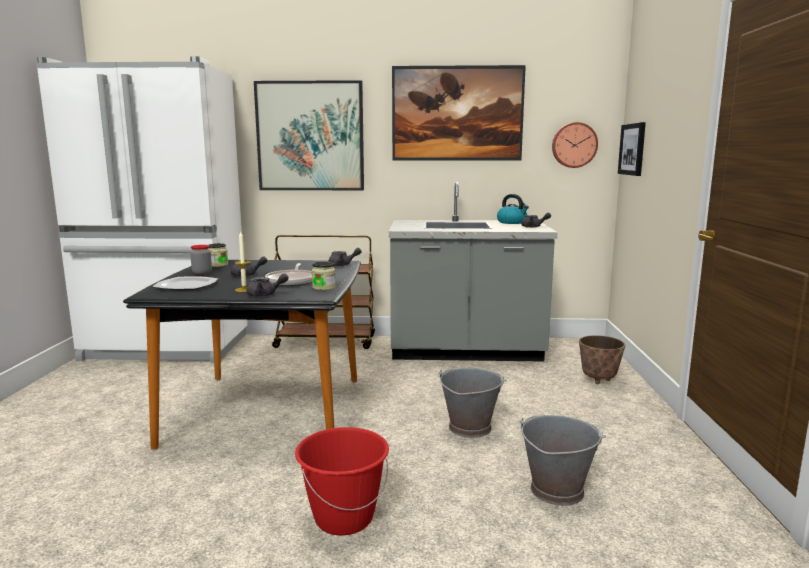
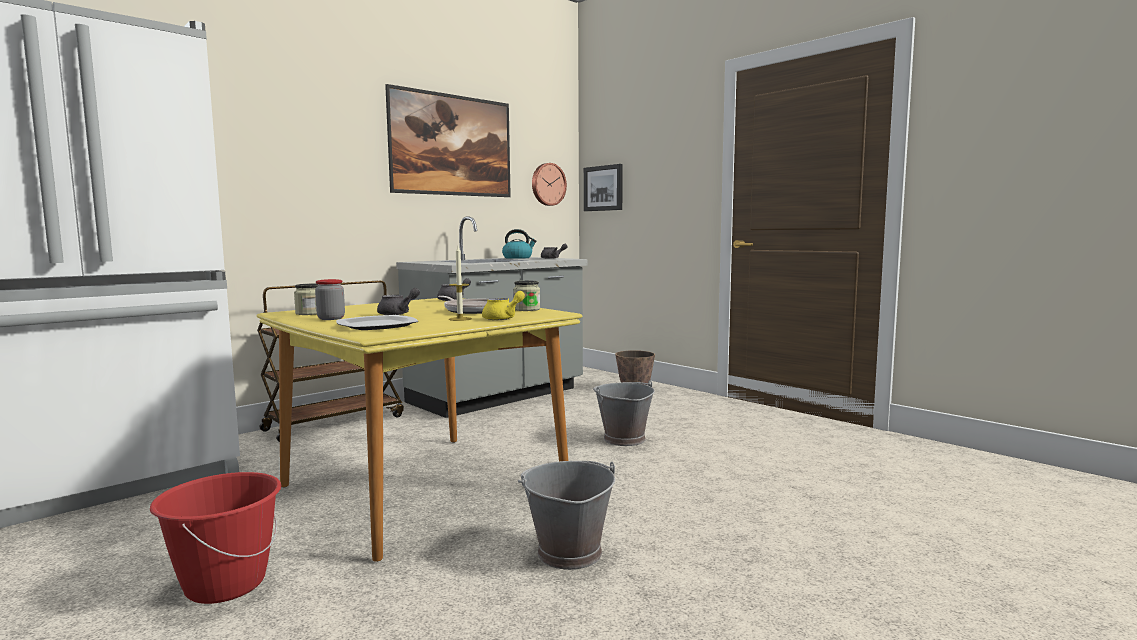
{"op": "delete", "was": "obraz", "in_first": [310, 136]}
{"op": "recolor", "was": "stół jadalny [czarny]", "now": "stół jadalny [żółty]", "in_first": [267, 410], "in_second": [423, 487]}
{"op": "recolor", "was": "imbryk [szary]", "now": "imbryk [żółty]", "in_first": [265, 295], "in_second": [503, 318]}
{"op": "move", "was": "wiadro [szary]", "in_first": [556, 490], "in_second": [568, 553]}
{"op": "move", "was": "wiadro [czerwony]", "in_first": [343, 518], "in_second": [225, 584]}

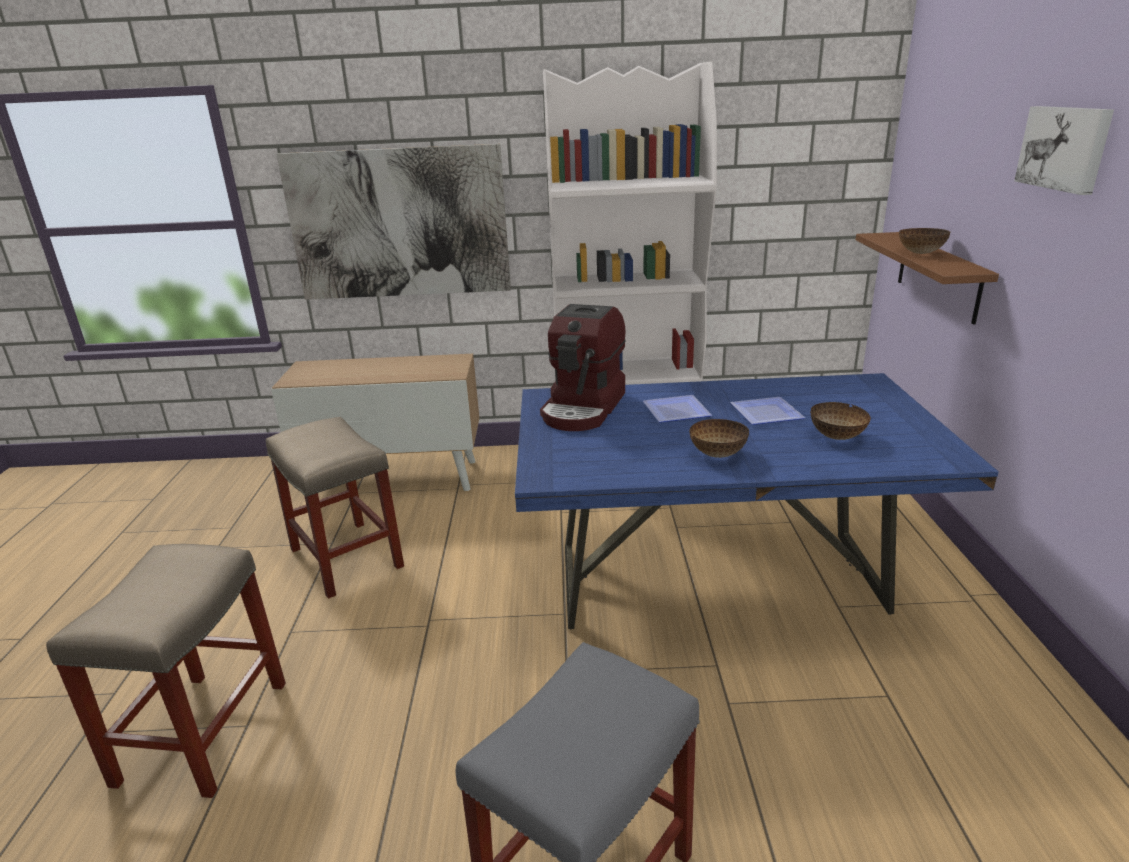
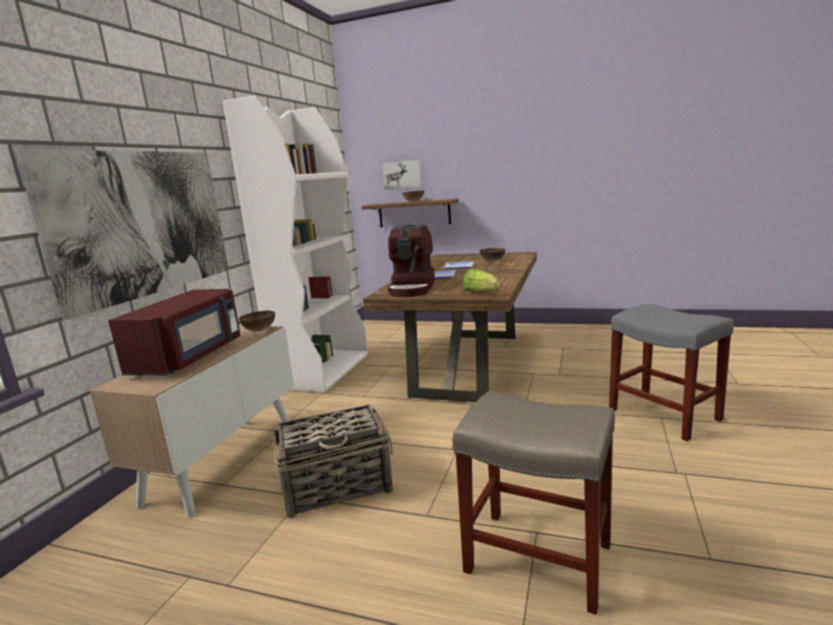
{"op": "move", "was": "obraz", "in_first": [1065, 148], "in_second": [402, 175]}
{"op": "rotate", "was": "ekspres do kawy", "in_first": [584, 408], "in_second": [413, 288], "clockwise": 60}
{"op": "recolor", "was": "stół jadalny [niebieski]", "now": "stół jadalny [brązowy]", "in_first": [718, 579], "in_second": [468, 364]}
{"op": "replace", "was": "stołek [beżowy]", "now": "koszyk", "in_first": [347, 558], "in_second": [338, 487]}
{"op": "move", "was": "miska", "in_first": [717, 454], "in_second": [259, 330]}
{"op": "insert", "now": "sałata", "in_second": [480, 292]}
{"op": "insert", "now": "mikrofalówka [czerwony]", "in_second": [190, 357]}

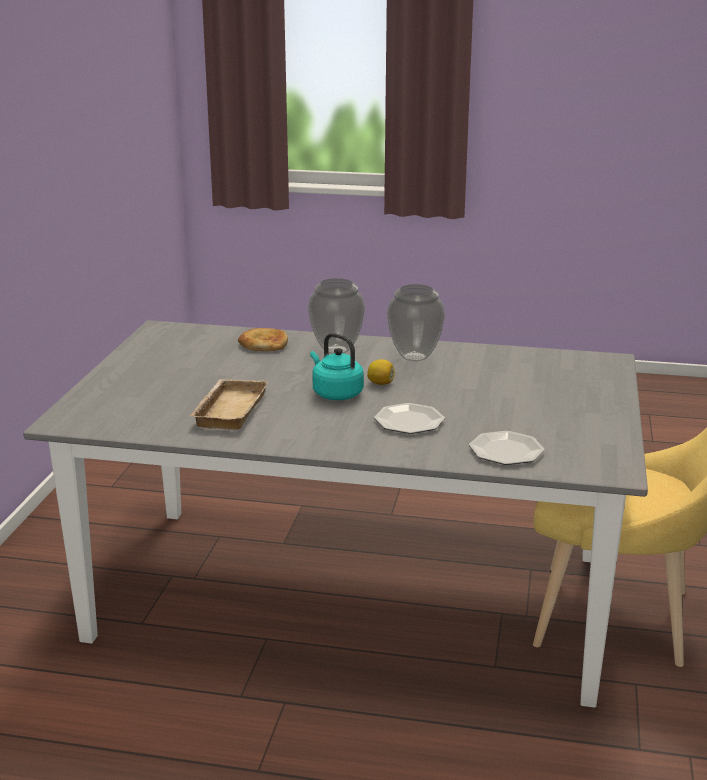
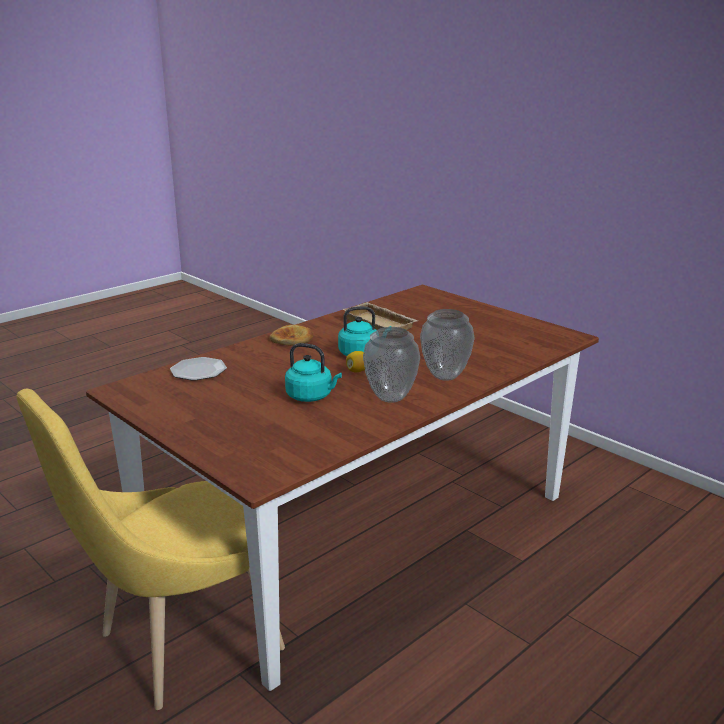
{"op": "recolor", "was": "stół jadalny [szary]", "now": "stół jadalny [brązowy]", "in_first": [352, 597], "in_second": [361, 530]}
{"op": "move", "was": "chleb", "in_first": [263, 344], "in_second": [292, 339]}
{"op": "delete", "was": "talerz", "in_first": [409, 421]}
{"op": "insert", "now": "czajnik [turkusowy]", "in_second": [311, 396]}

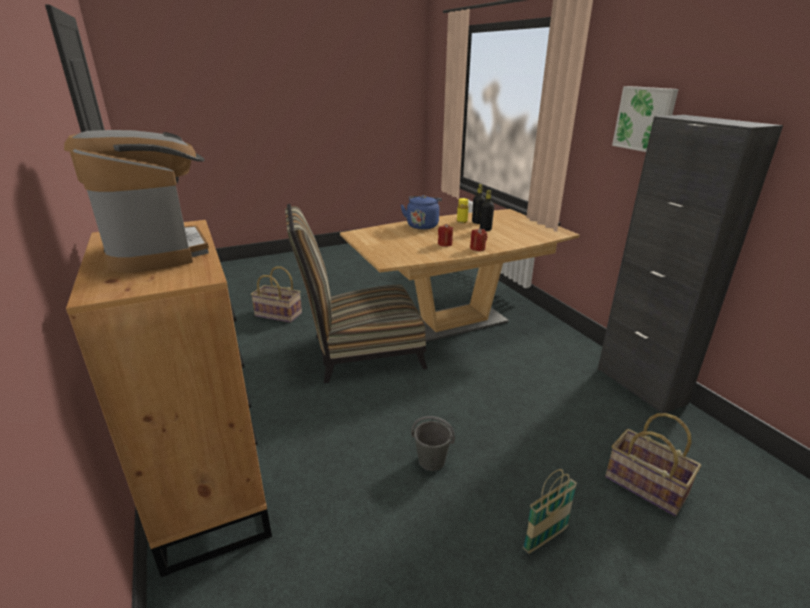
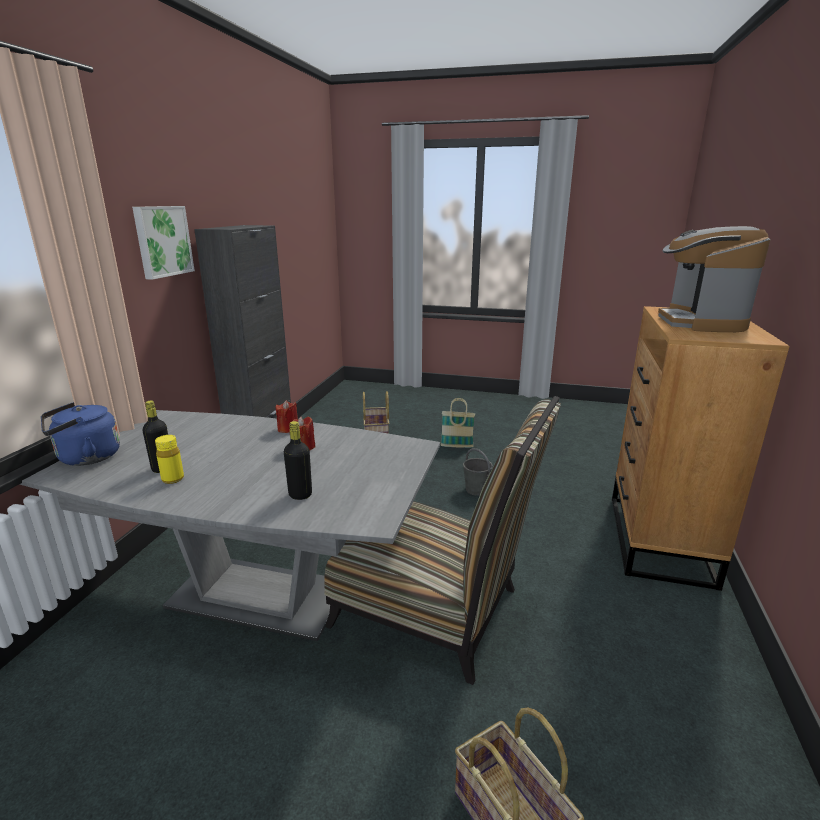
{"op": "move", "was": "butelka [czarny]", "in_first": [485, 229], "in_second": [300, 495]}
{"op": "move", "was": "czajnik [niebieski]", "in_first": [422, 225], "in_second": [85, 458]}
{"op": "recolor", "was": "stół jadalny [brązowy]", "now": "stół jadalny [szary]", "in_first": [454, 321], "in_second": [259, 596]}

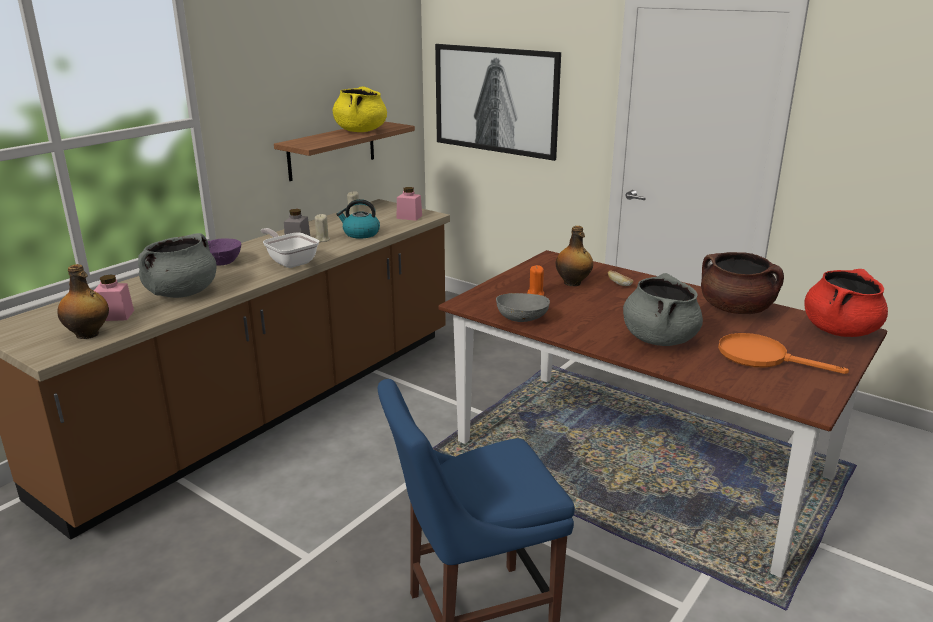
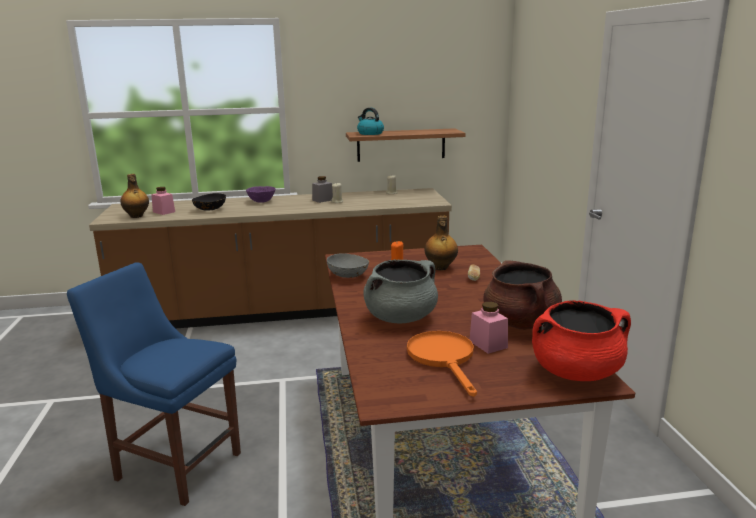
{"op": "delete", "was": "obraz", "in_first": [495, 100]}
{"op": "delete", "was": "garnek [żółty]", "in_first": [360, 131]}
{"op": "move", "was": "słoik [różowy]", "in_first": [409, 217], "in_second": [488, 344]}
{"op": "move", "was": "czajnik", "in_first": [360, 234], "in_second": [370, 133]}
{"op": "delete", "was": "patelnia", "in_first": [290, 261]}
{"op": "replace", "was": "garnek [szary]", "now": "miska [czarny]", "in_first": [181, 293], "in_second": [210, 210]}

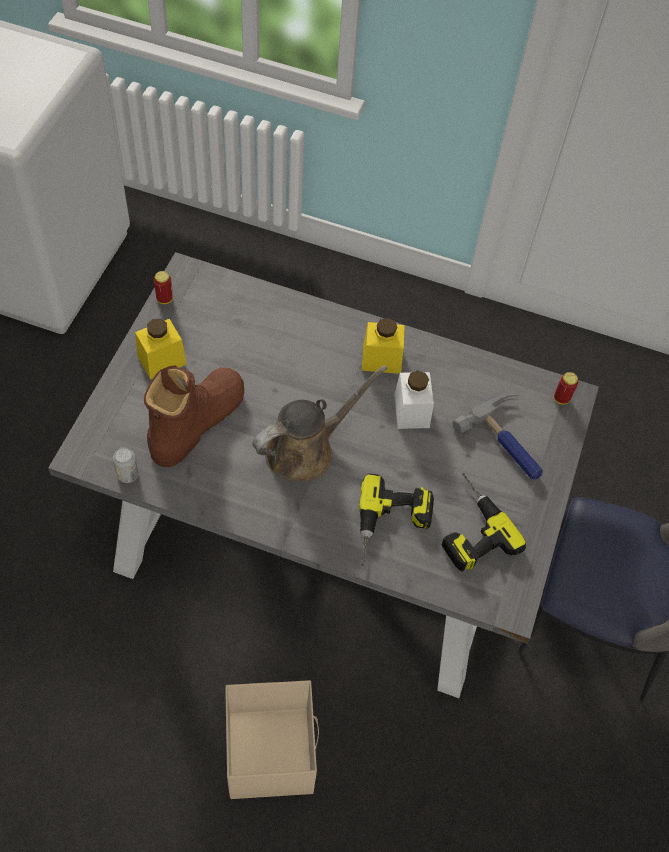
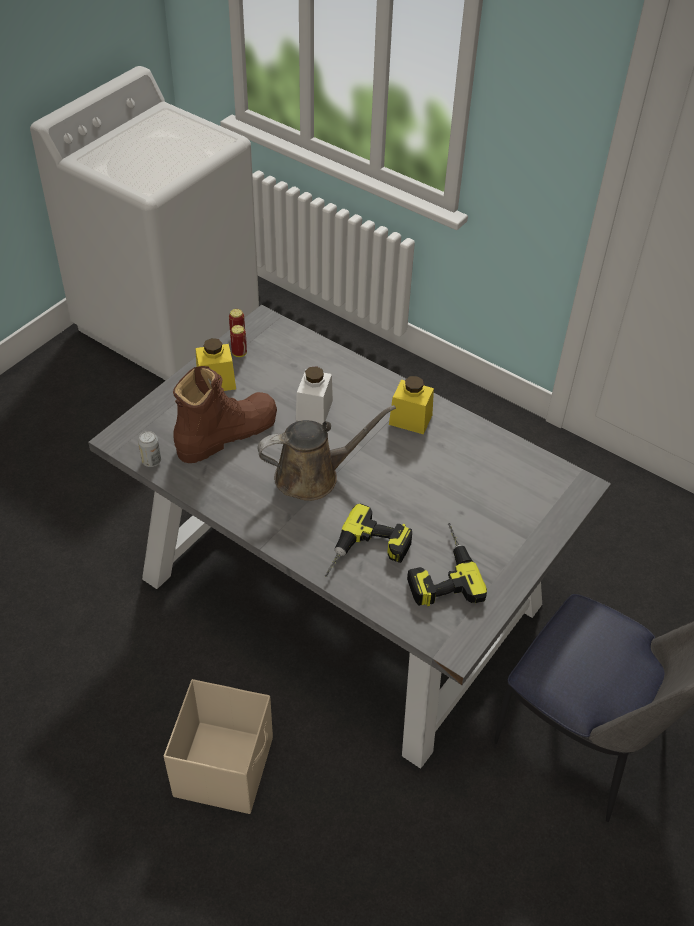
{"op": "move", "was": "słoik [biały]", "in_first": [411, 411], "in_second": [314, 410]}
{"op": "move", "was": "puszka", "in_first": [561, 398], "in_second": [239, 353]}
{"op": "delete", "was": "młotek", "in_first": [509, 443]}

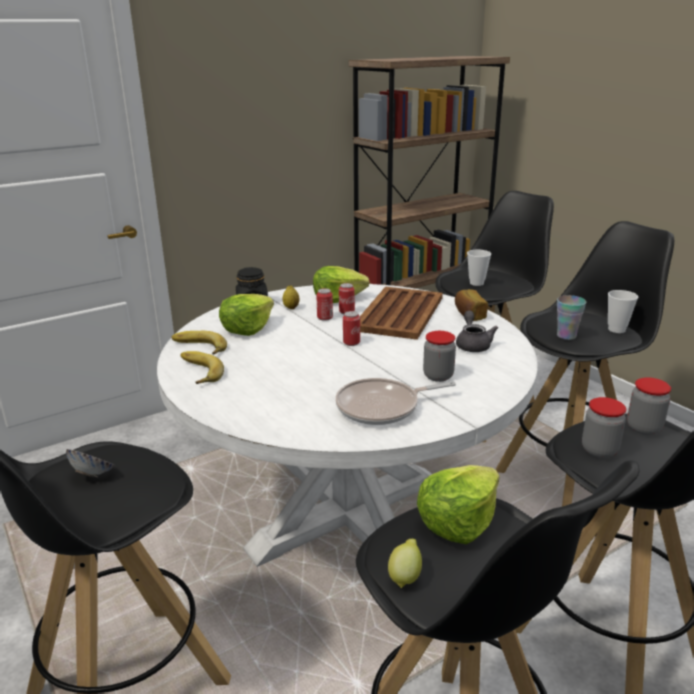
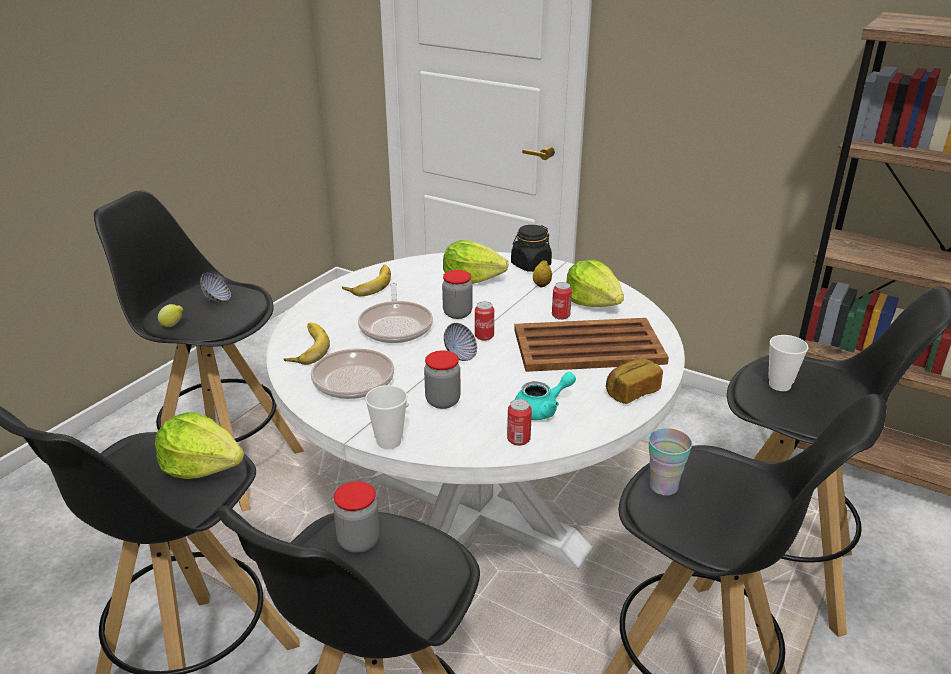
{"op": "move", "was": "puszka", "in_first": [325, 318], "in_second": [518, 439]}
{"op": "move", "was": "filiżanka", "in_first": [616, 329], "in_second": [389, 442]}
{"op": "recolor", "was": "imbryk [szary]", "now": "imbryk [turkusowy]", "in_first": [473, 344], "in_second": [542, 409]}
{"op": "move", "was": "banan", "in_first": [198, 348], "in_second": [305, 348]}
{"op": "move", "was": "słoik", "in_first": [644, 428], "in_second": [457, 313]}
{"op": "move", "was": "cytryna", "in_first": [405, 576], "in_second": [173, 325]}
{"op": "insert", "now": "patelnia", "in_second": [396, 325]}
{"op": "insert", "now": "miska", "in_second": [460, 355]}

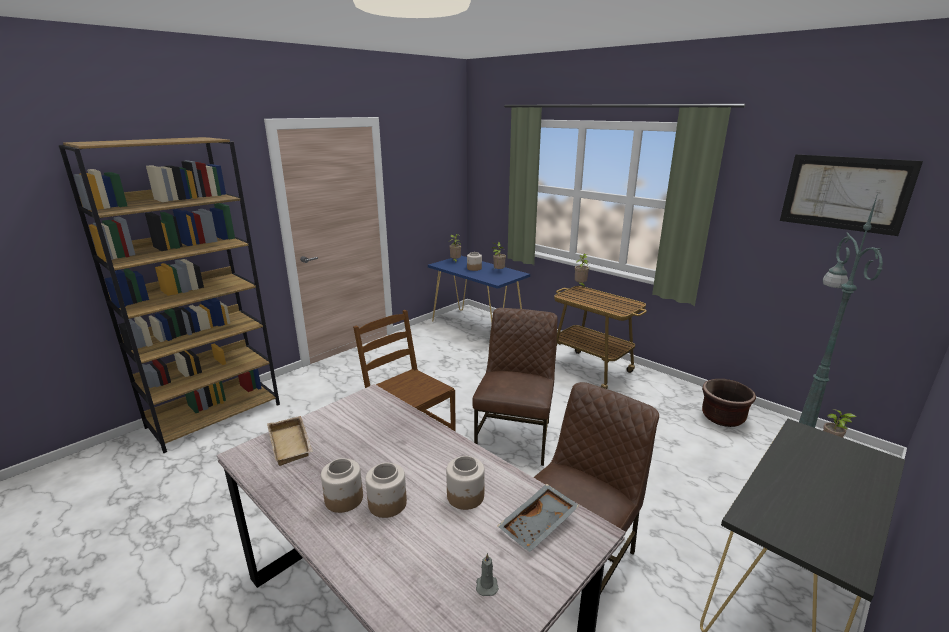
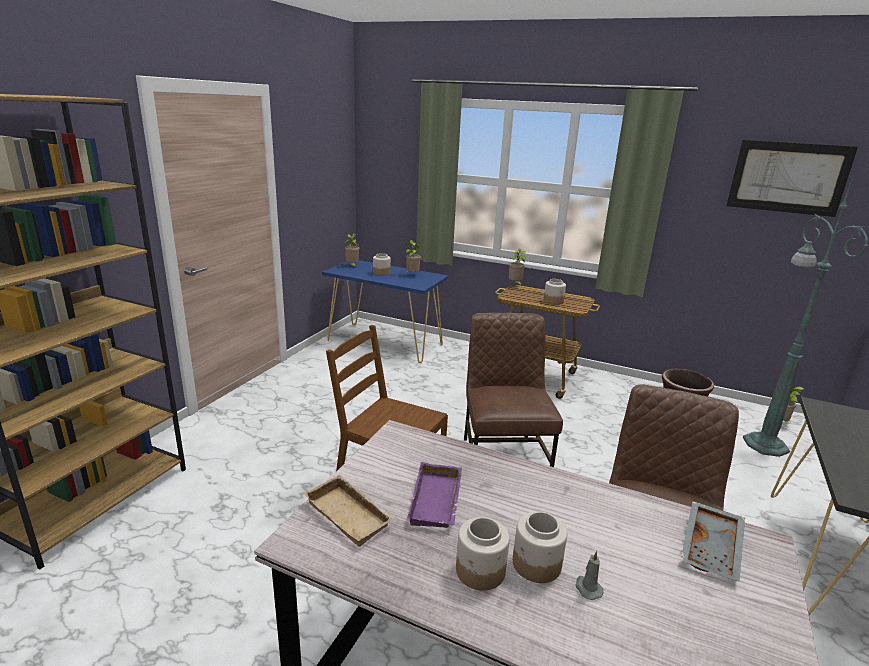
{"op": "move", "was": "słoik", "in_first": [466, 496], "in_second": [553, 301]}
{"op": "move", "was": "świeca [szary]", "in_first": [486, 585], "in_second": [587, 588]}
{"op": "insert", "now": "taca [fioletowy]", "in_second": [438, 501]}

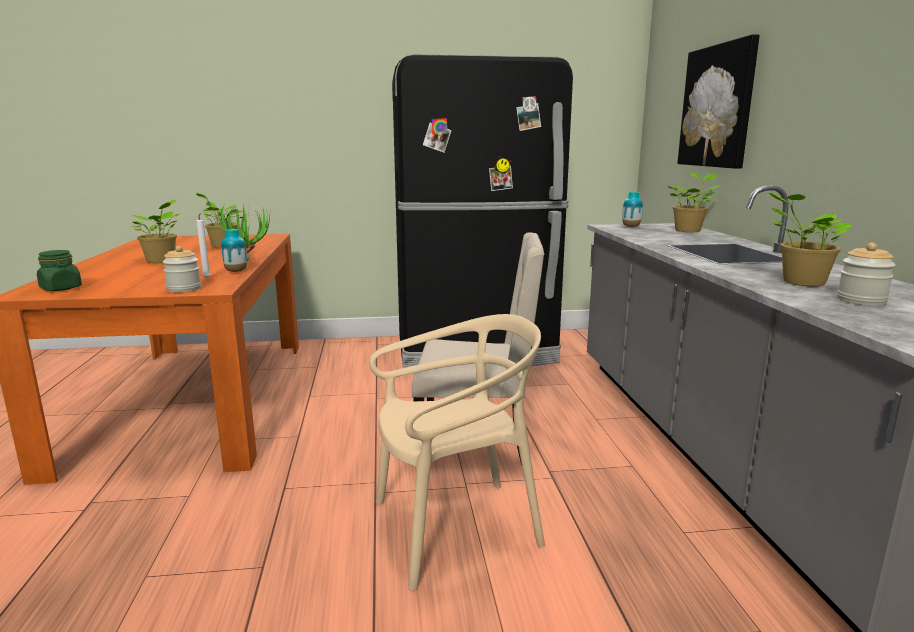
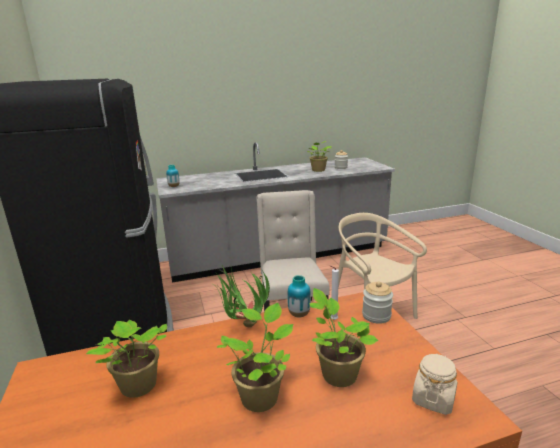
{"op": "delete", "was": "obraz", "in_first": [717, 106]}
{"op": "move", "was": "roślina doniczkowa", "in_first": [689, 230], "in_second": [337, 373]}
{"op": "recolor", "was": "słoik [zielony]", "now": "słoik [beżowy]", "in_first": [61, 288], "in_second": [433, 399]}

